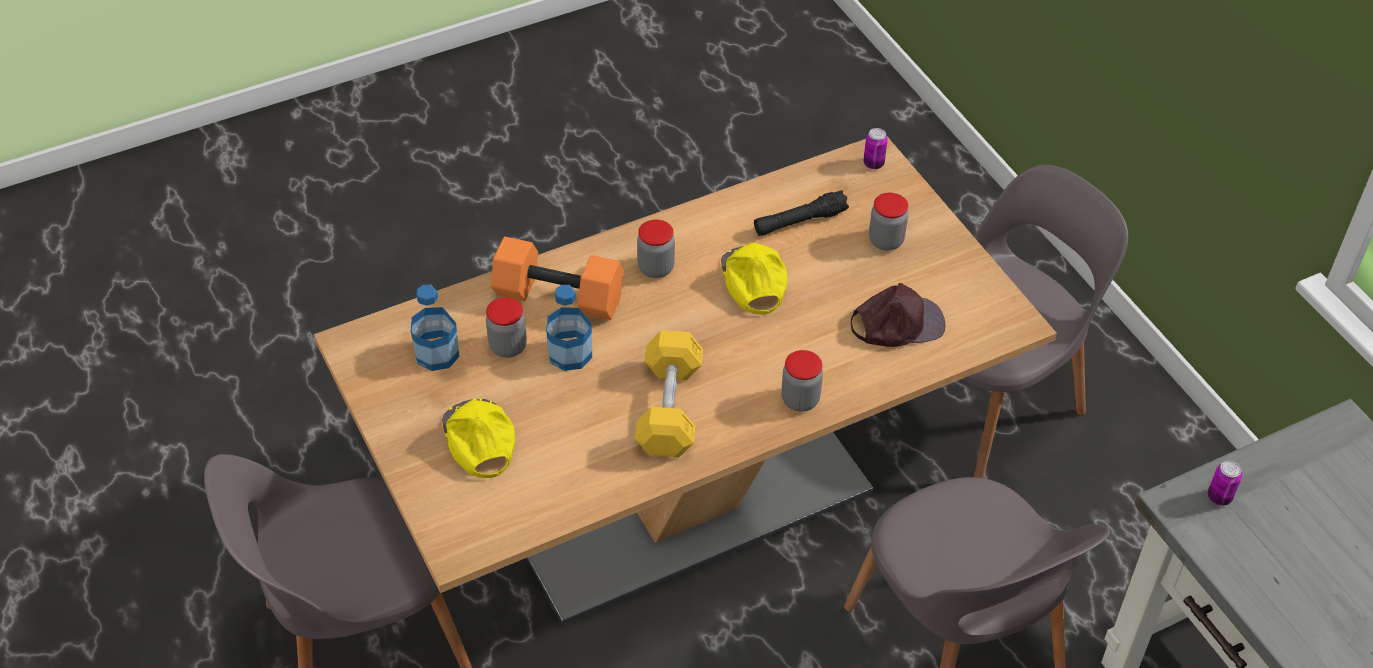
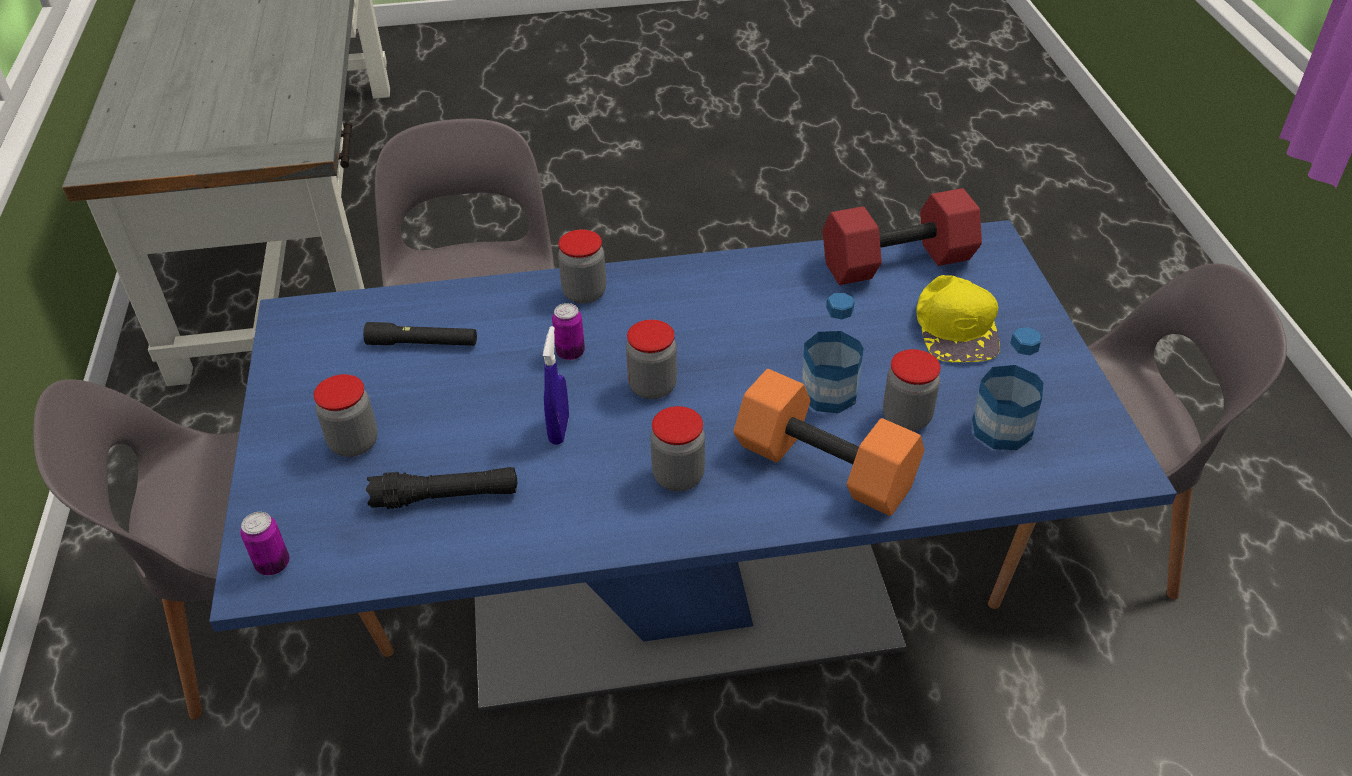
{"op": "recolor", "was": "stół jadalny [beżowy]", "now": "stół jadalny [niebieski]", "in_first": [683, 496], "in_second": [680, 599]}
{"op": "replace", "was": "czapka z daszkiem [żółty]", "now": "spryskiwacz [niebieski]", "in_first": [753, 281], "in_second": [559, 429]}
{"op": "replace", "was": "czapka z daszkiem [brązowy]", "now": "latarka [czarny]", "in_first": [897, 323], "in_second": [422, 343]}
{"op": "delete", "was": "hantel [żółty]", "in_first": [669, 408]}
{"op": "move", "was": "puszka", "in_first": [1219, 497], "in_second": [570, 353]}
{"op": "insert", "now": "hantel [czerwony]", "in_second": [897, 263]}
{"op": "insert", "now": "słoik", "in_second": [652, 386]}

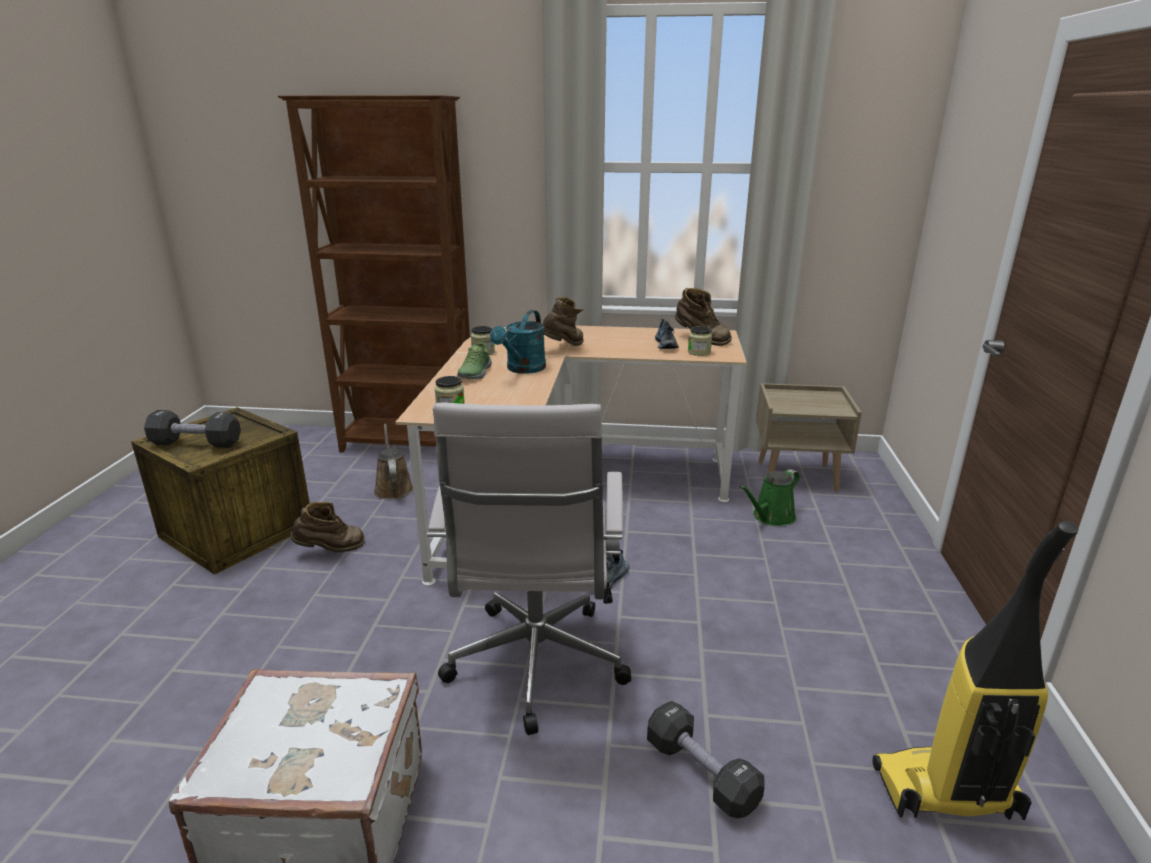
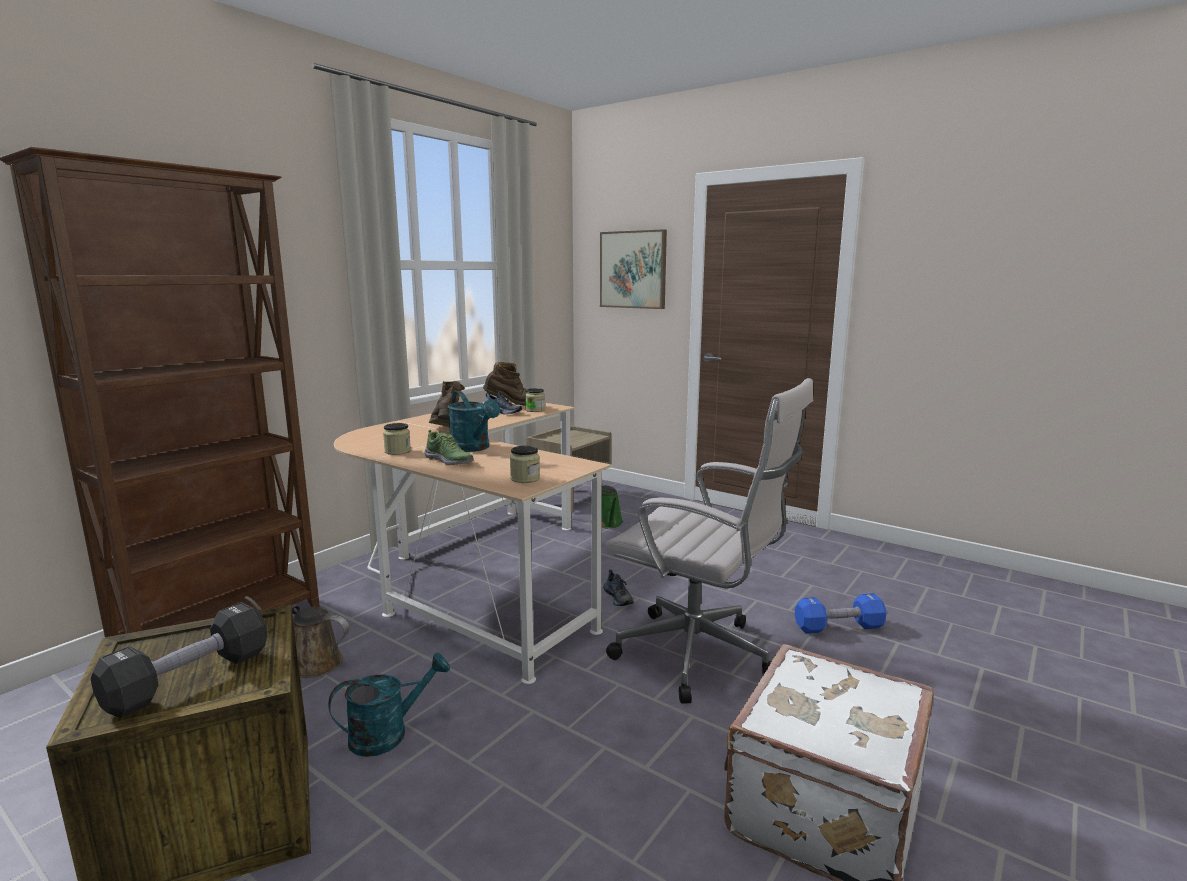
{"op": "replace", "was": "but z cholewką [brązowy]", "now": "konewka [turkusowy]", "in_first": [331, 551], "in_second": [388, 733]}
{"op": "delete", "was": "odkurzacz", "in_first": [945, 794]}
{"op": "recolor", "was": "hantel [czarny]", "now": "hantel [niebieski]", "in_first": [701, 773], "in_second": [838, 627]}
{"op": "insert", "now": "obraz", "in_second": [633, 269]}

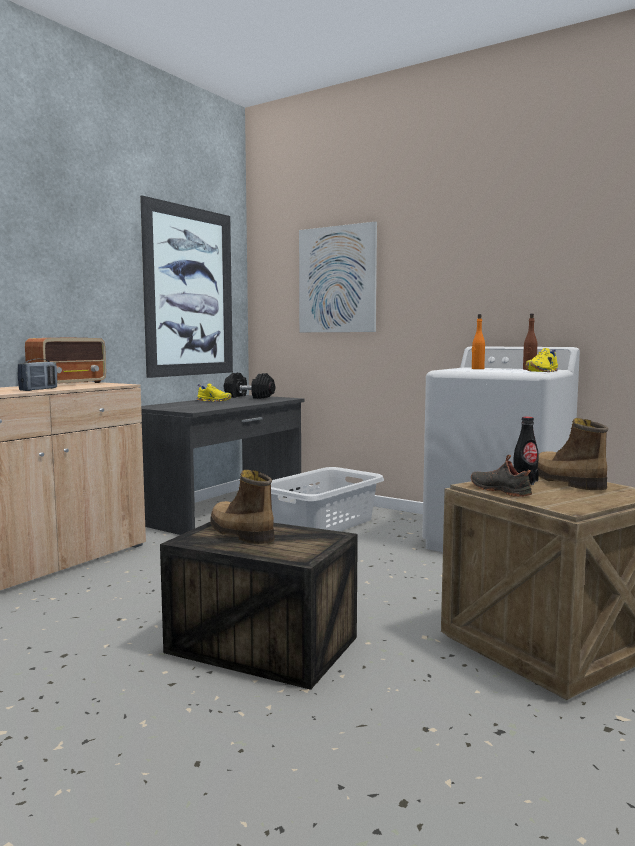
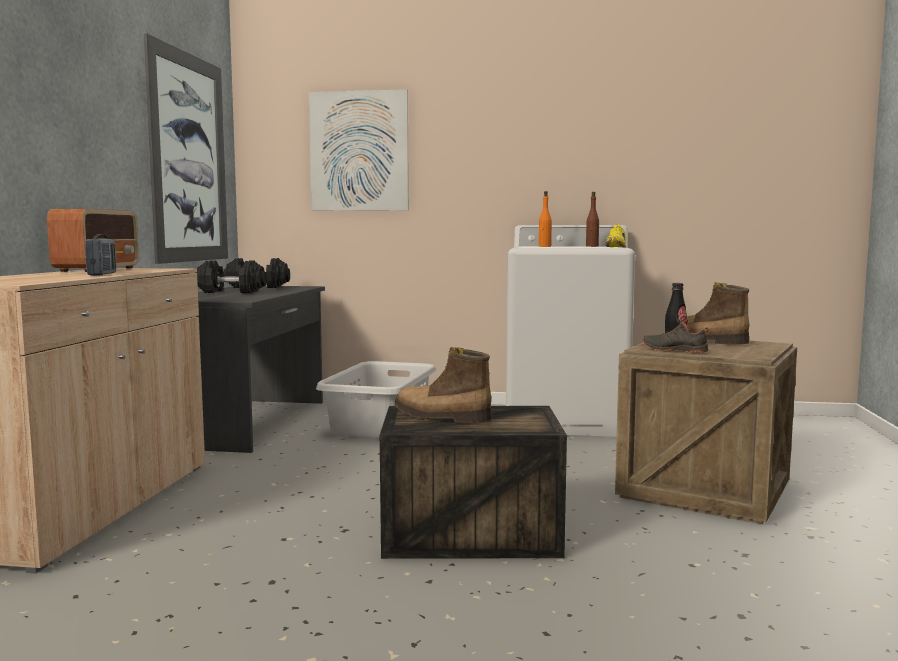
{"op": "replace", "was": "but [żółty]", "now": "hantel [czarny]", "in_first": [214, 401], "in_second": [231, 292]}

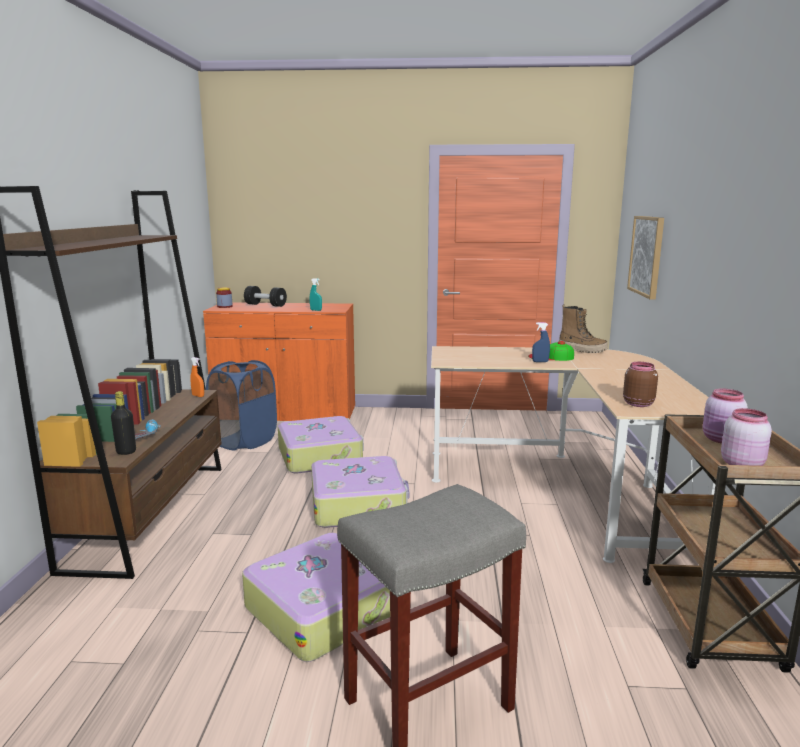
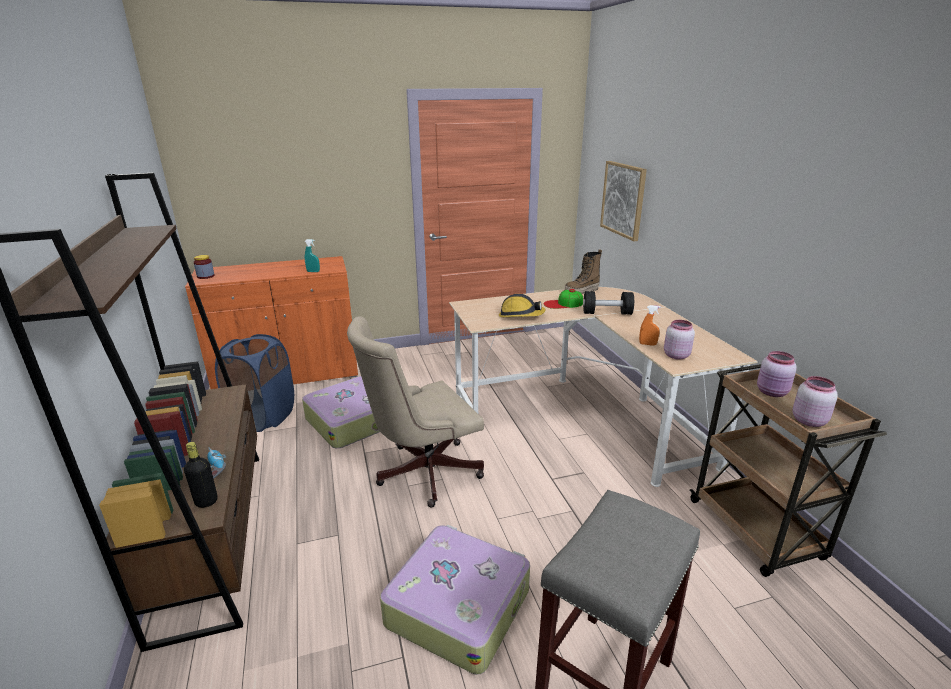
{"op": "move", "was": "hantel [czarny]", "in_first": [265, 305], "in_second": [607, 313]}
{"op": "rotate", "was": "but z cholewką", "in_first": [582, 351], "in_second": [581, 291], "clockwise": 150}
{"op": "delete", "was": "spryskiwacz [niebieski]", "in_first": [540, 361]}
{"op": "move", "was": "spryskiwacz [pomarańczowy]", "in_first": [198, 396], "in_second": [647, 344]}
{"op": "recolor", "was": "słoik [brązowy]", "now": "słoik [różowy]", "in_first": [637, 403], "in_second": [675, 355]}
{"op": "replace", "was": "walizka", "now": "krzesło biurowe [beżowy]", "in_first": [358, 504], "in_second": [422, 472]}
{"op": "insert", "now": "kask", "in_second": [520, 316]}

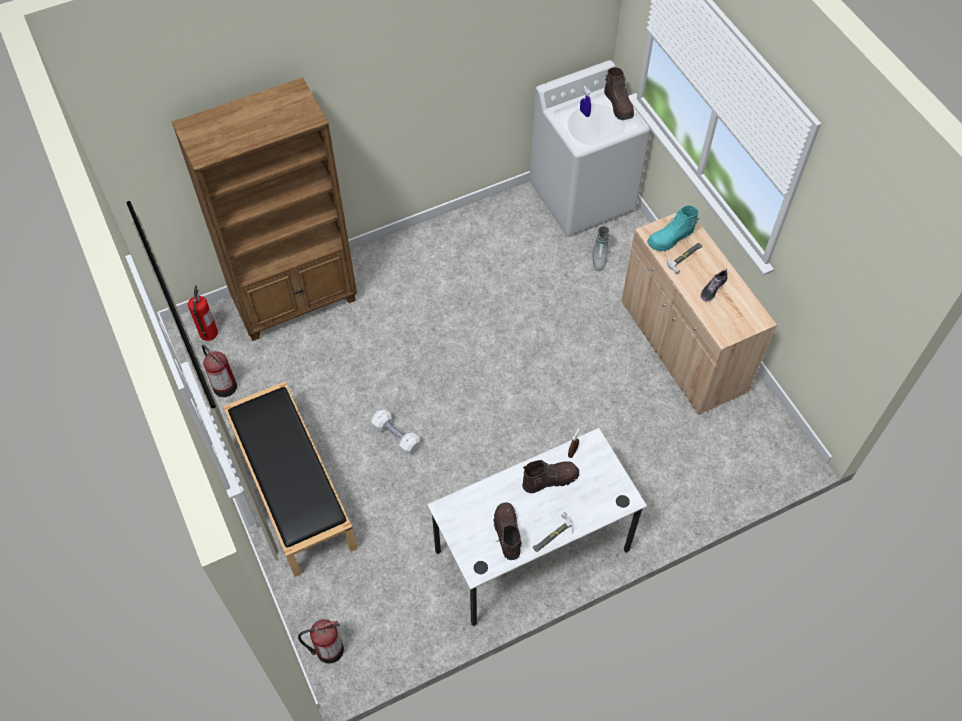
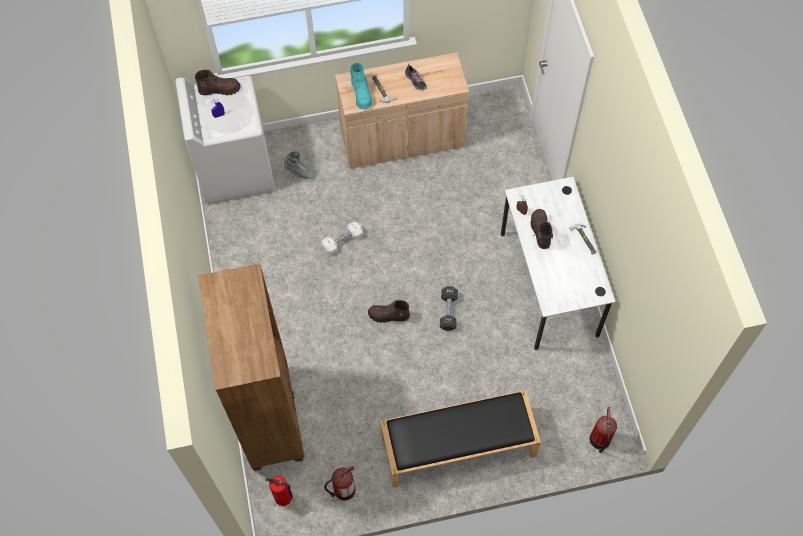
{"op": "move", "was": "hantel [biały]", "in_first": [396, 436], "in_second": [342, 241]}
{"op": "move", "was": "but z cholewką [brązowy]", "in_first": [507, 533], "in_second": [388, 316]}
{"op": "insert", "now": "hantel [czarny]", "in_second": [448, 311]}

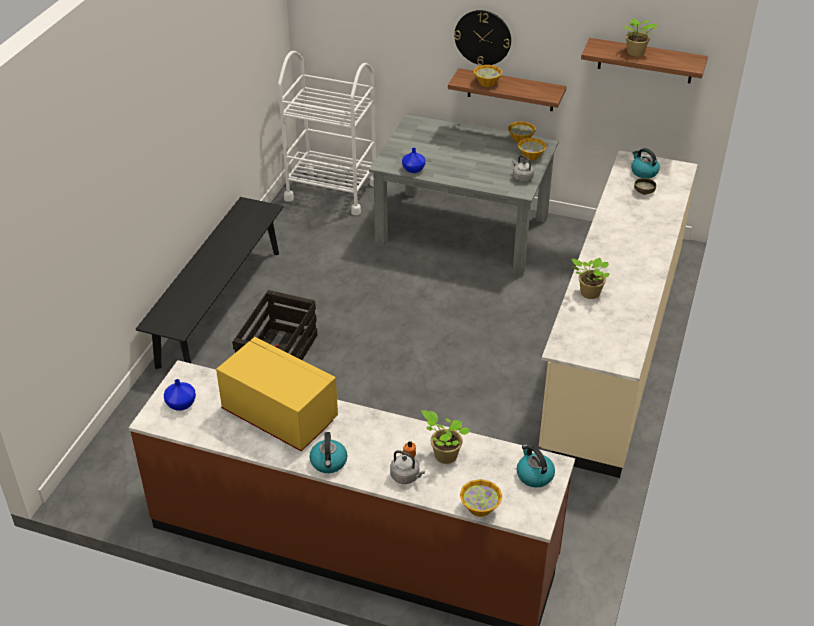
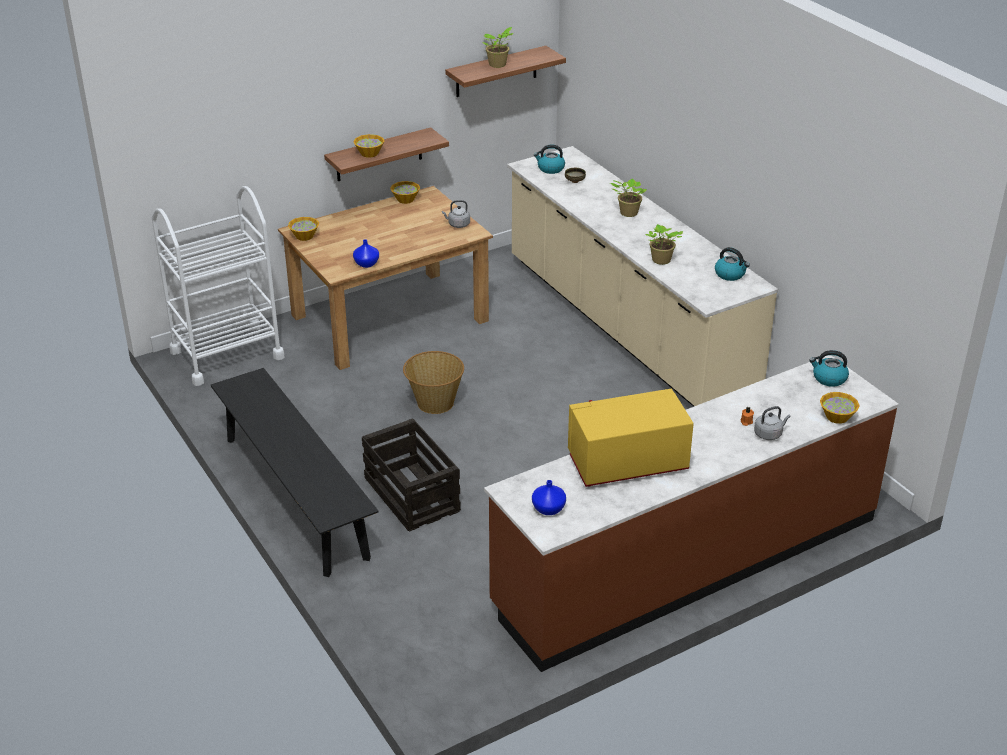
{"op": "delete", "was": "zegar ścienny", "in_first": [483, 37]}
{"op": "recolor", "was": "stół jadalny [szary]", "now": "stół jadalny [brązowy]", "in_first": [463, 230], "in_second": [390, 317]}
{"op": "move", "was": "miska", "in_first": [531, 156], "in_second": [304, 236]}
{"op": "move", "was": "roślina doniczkowa", "in_first": [444, 455], "in_second": [627, 213]}
{"op": "move", "was": "czajnik", "in_first": [329, 462], "in_second": [730, 274]}
{"op": "insert", "now": "koszyk", "in_second": [434, 403]}

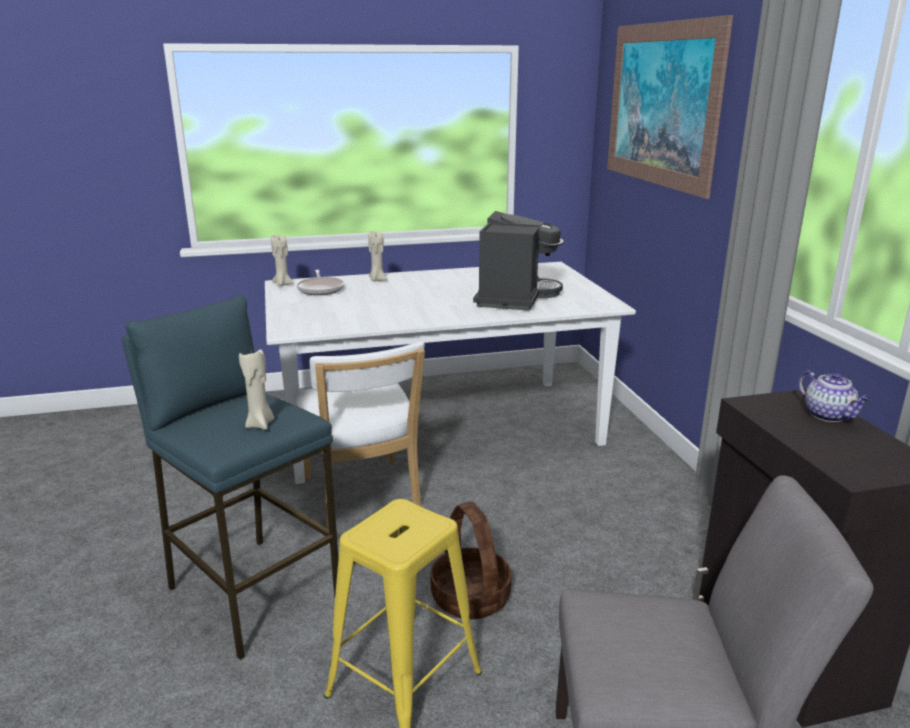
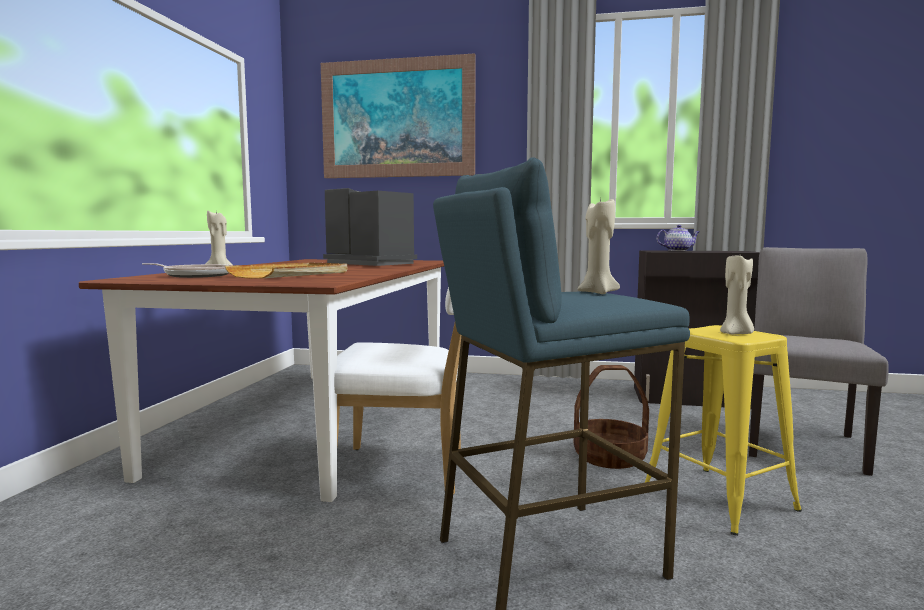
{"op": "move", "was": "świeca [beżowy]", "in_first": [282, 284], "in_second": [736, 334]}
{"op": "recolor", "was": "stół jadalny [biały]", "now": "stół jadalny [brązowy]", "in_first": [440, 426], "in_second": [319, 420]}
{"op": "insert", "now": "taca [beżowy]", "in_second": [292, 274]}

